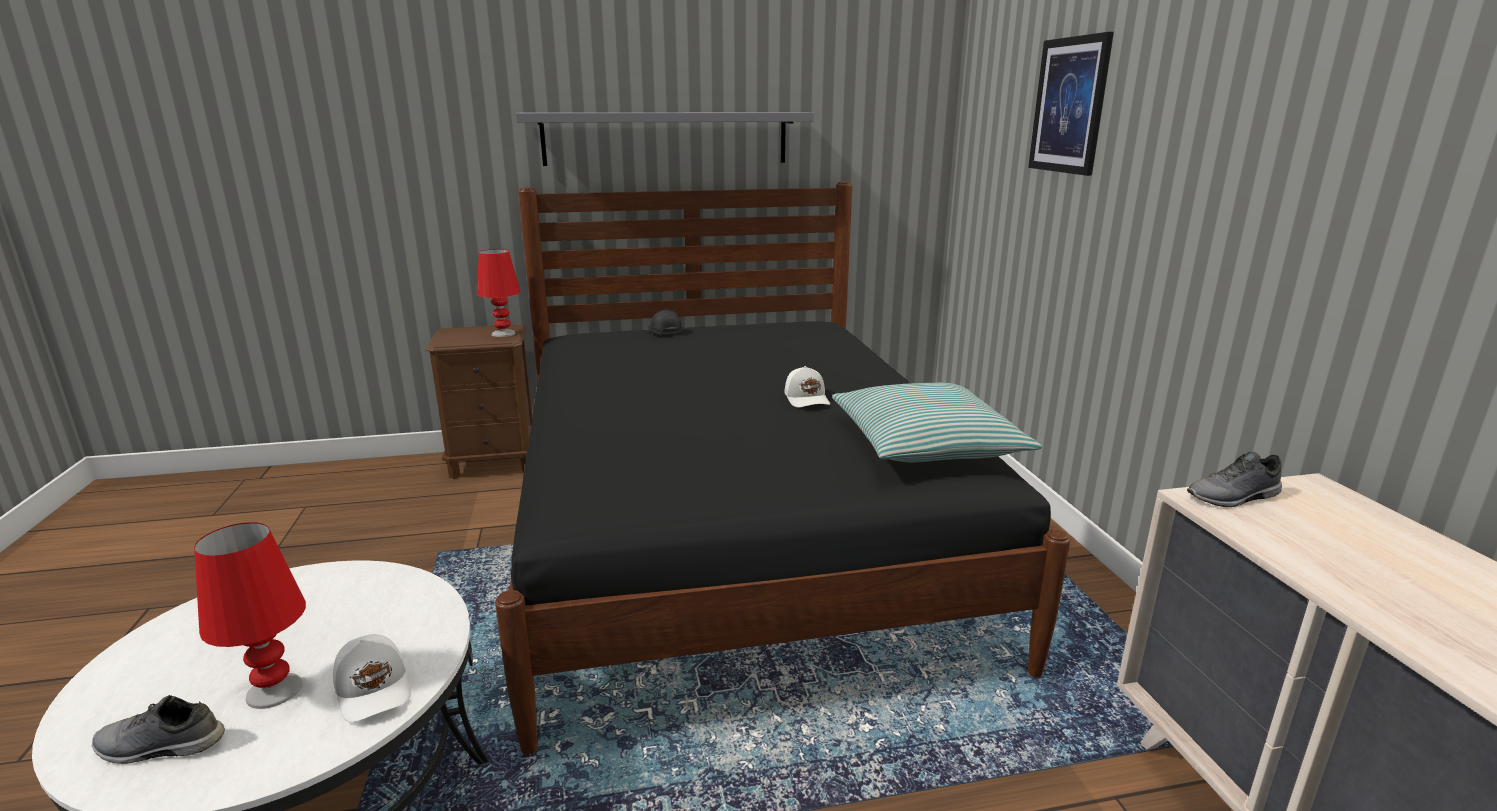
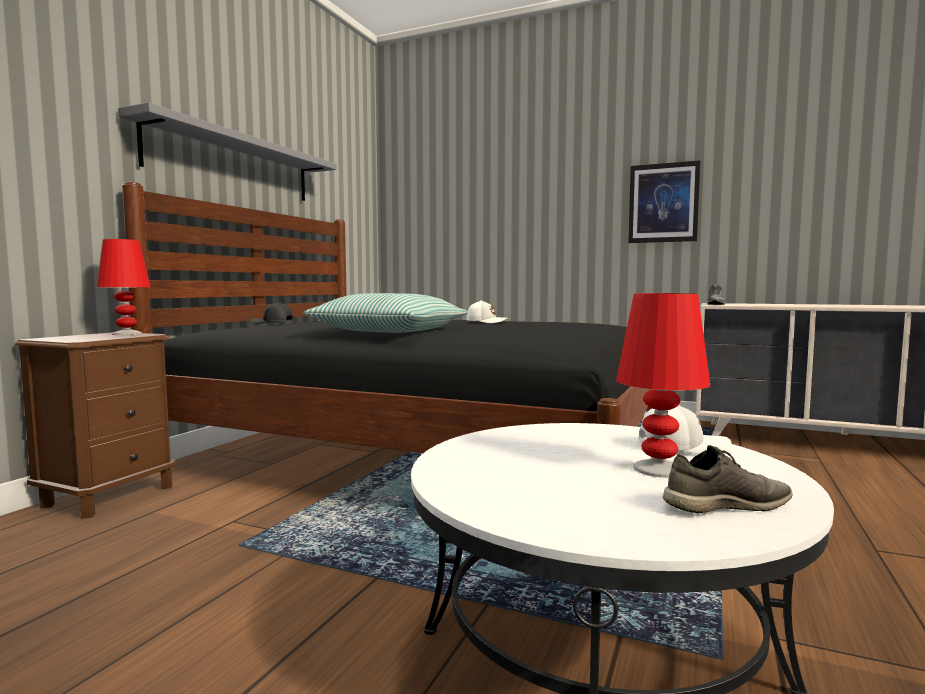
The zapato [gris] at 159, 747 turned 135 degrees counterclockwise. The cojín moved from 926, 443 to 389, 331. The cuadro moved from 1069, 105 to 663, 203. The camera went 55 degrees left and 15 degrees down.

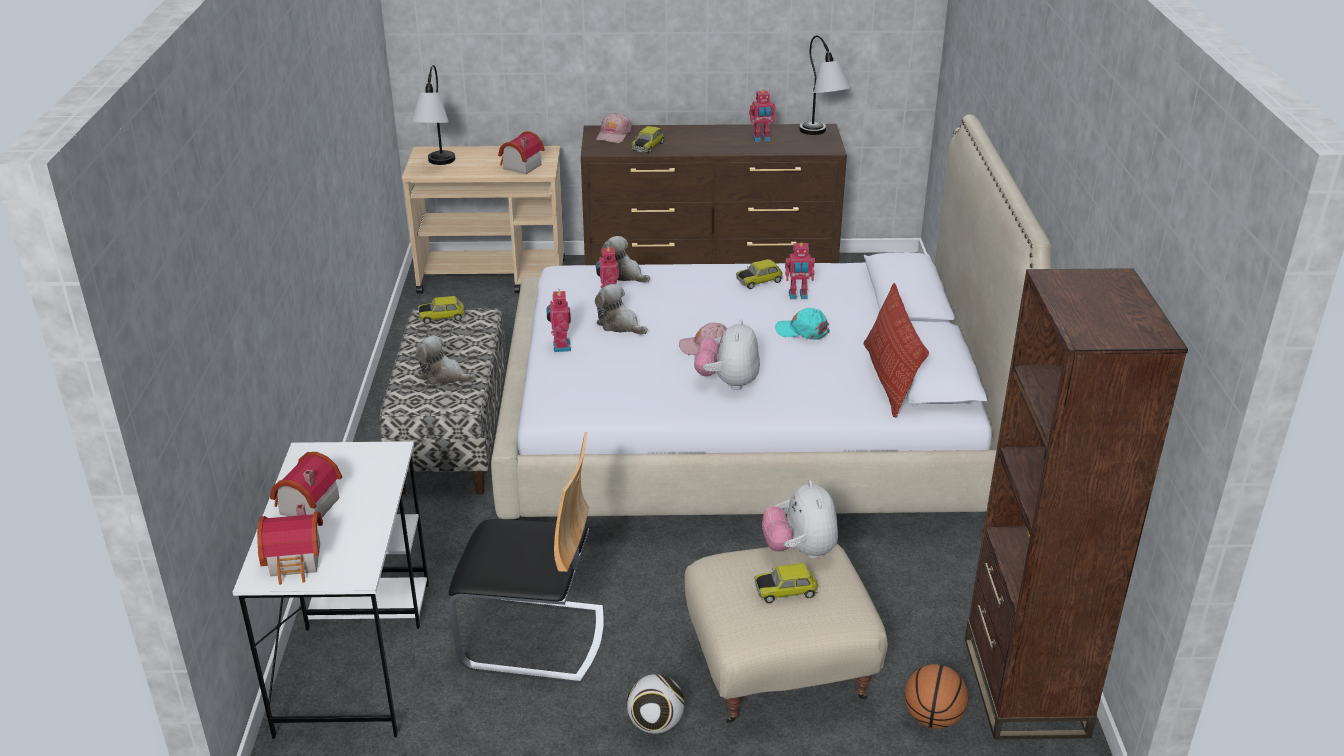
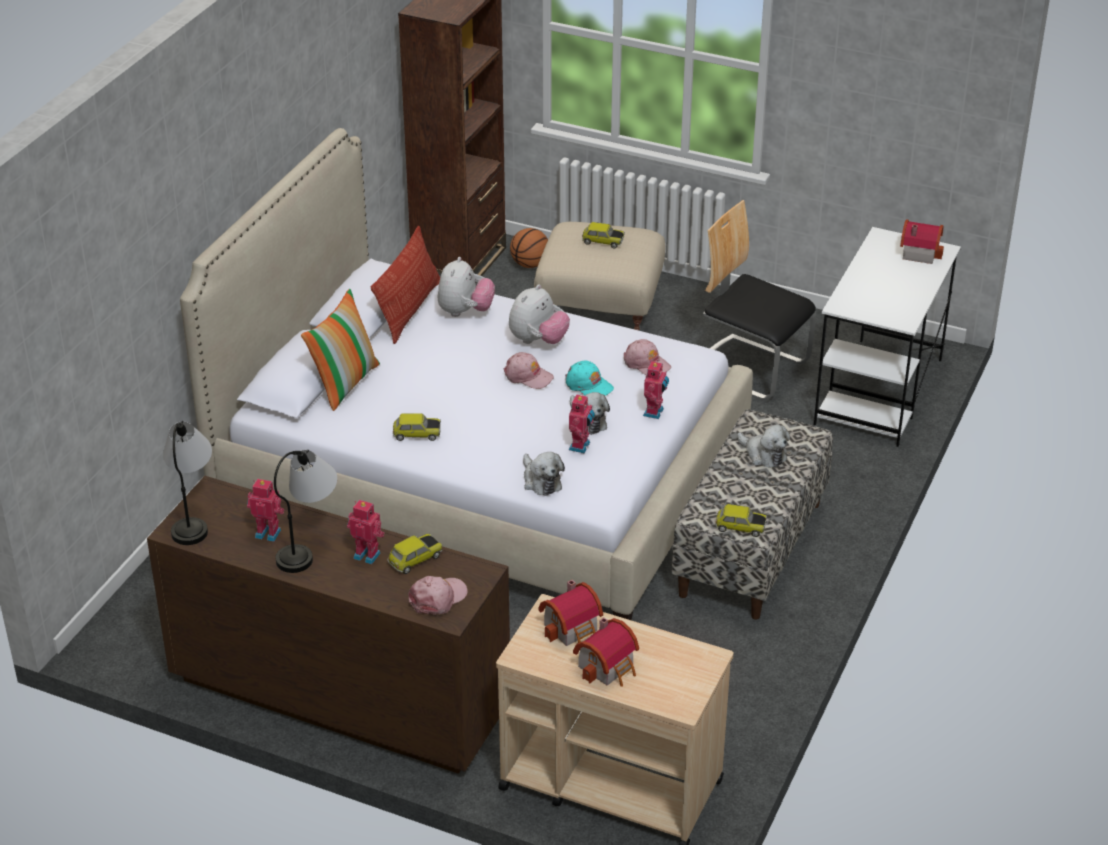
The casita moved from 305, 506 to 609, 667. The lámpara de mesa moved from 437, 167 to 309, 546. The balón de fútbol at 655, 723 disappeared. The peluche moved from 800, 551 to 465, 312. The gorra [turquesa] moved from 802, 330 to 588, 385. The robot de juguete moved from 798, 296 to 368, 554. The cojín at 344, 383 appeared. The gorra [rosa] at 646, 364 appeared. The camera went 155 degrees left and 5 degrees up.

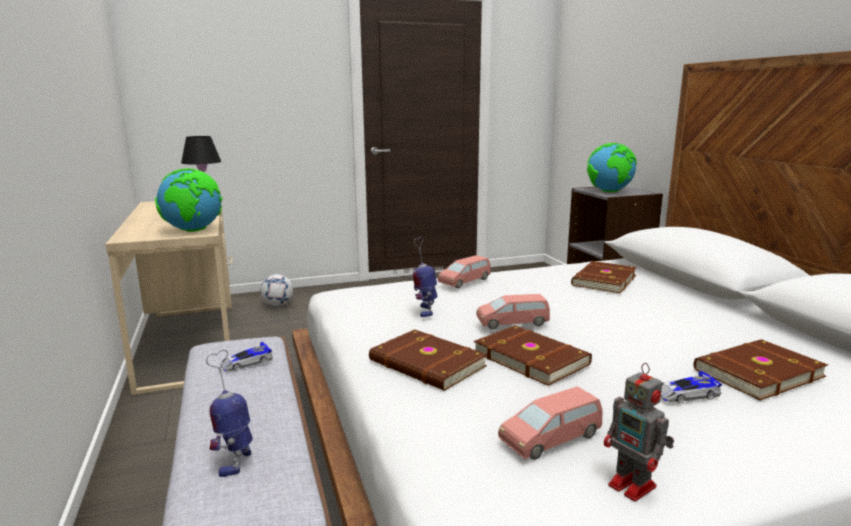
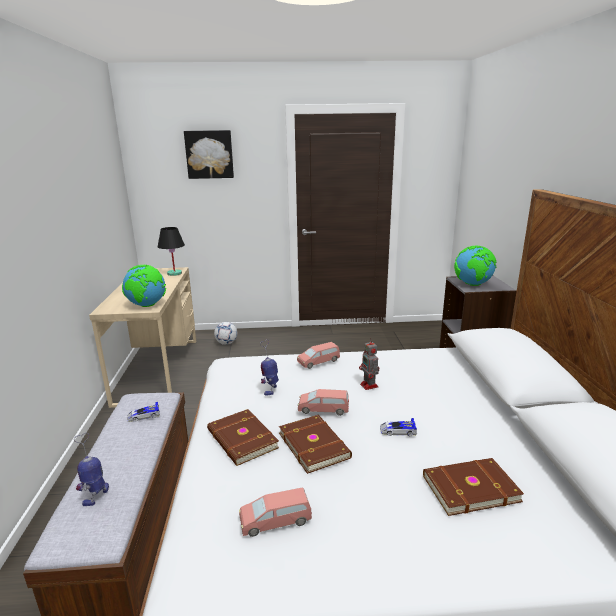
The libro [marrón] at 602, 280 disappeared. The robot de juguete moved from 634, 487 to 369, 386. The coche de juguete moved from 685, 394 to 397, 431. The cuadro at 209, 154 appeared. The camera went 15 degrees right and 5 degrees up.

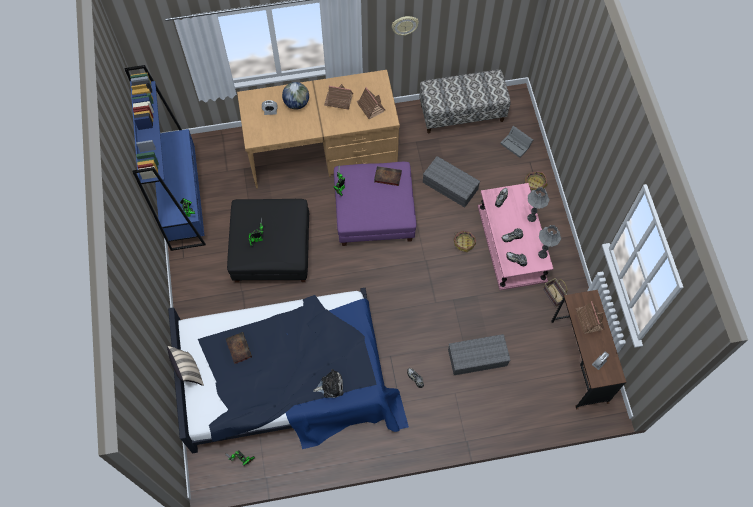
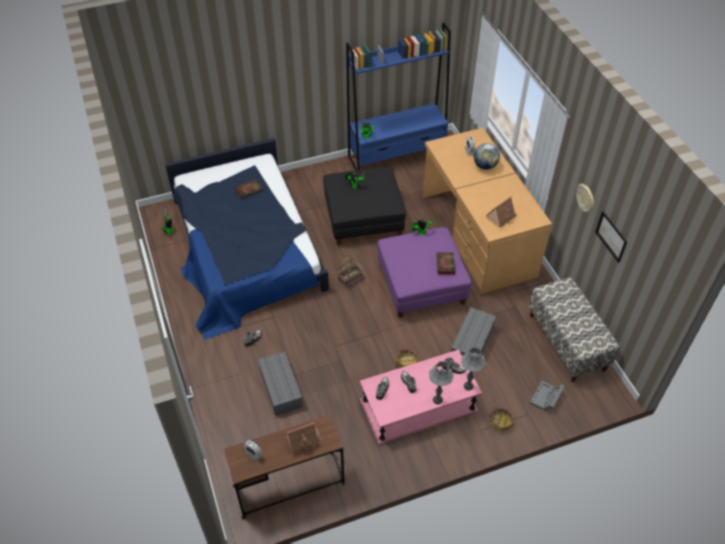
The cojín [beis] at 188, 372 disappeared. The peluche at 330, 386 disappeared. The casita at 338, 100 disappeared. The lámpara de mesa [gris] moved from 542, 254 to 468, 386. The cesta moved from 553, 295 to 350, 278. The cuadro at 611, 236 appeared. The camera went 80 degrees right and 15 degrees down.

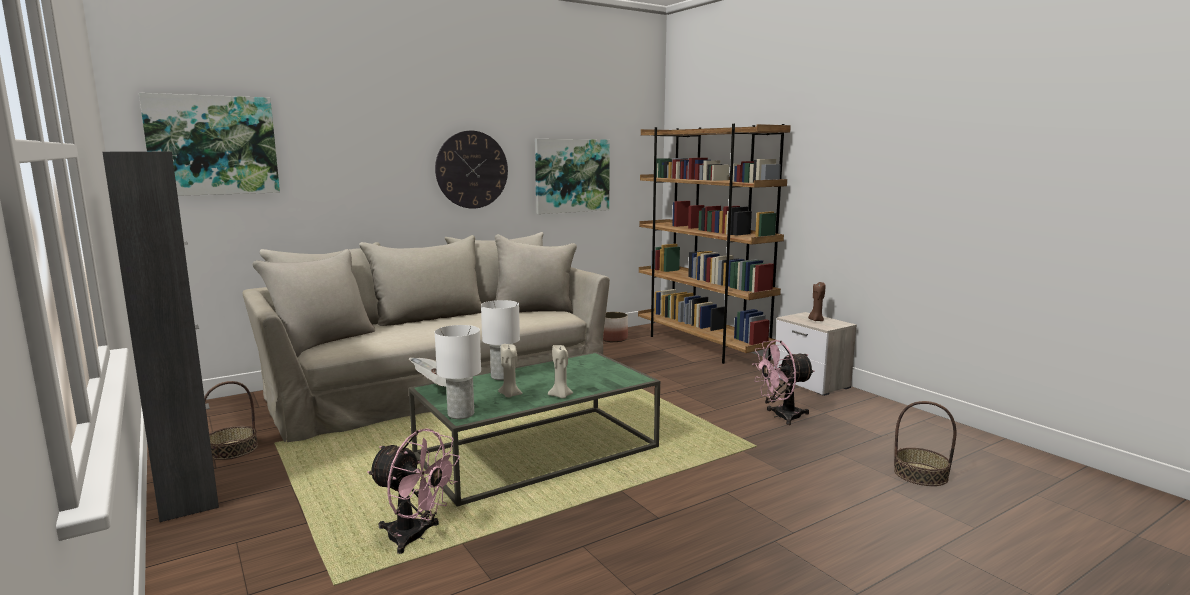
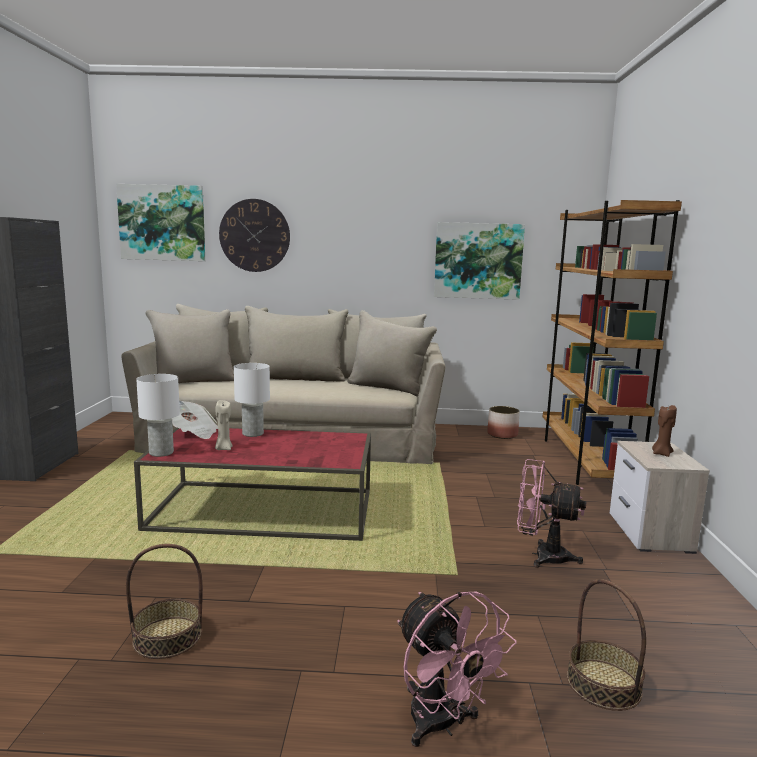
The cesta moved from 232, 450 to 167, 637. The ventilador [rosa] moved from 415, 537 to 442, 725. The mesa de centro [verde] at 537, 451 became the mesa de centro [rojo] at 263, 510. The reloj de pared moved from 472, 169 to 254, 235. The vela [beis] at 560, 396 disappeared. The camera went 35 degrees right and 0 degrees up.

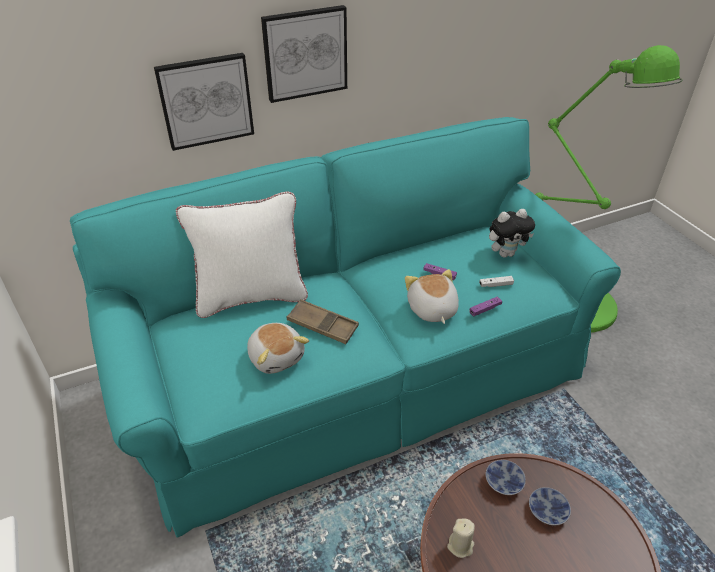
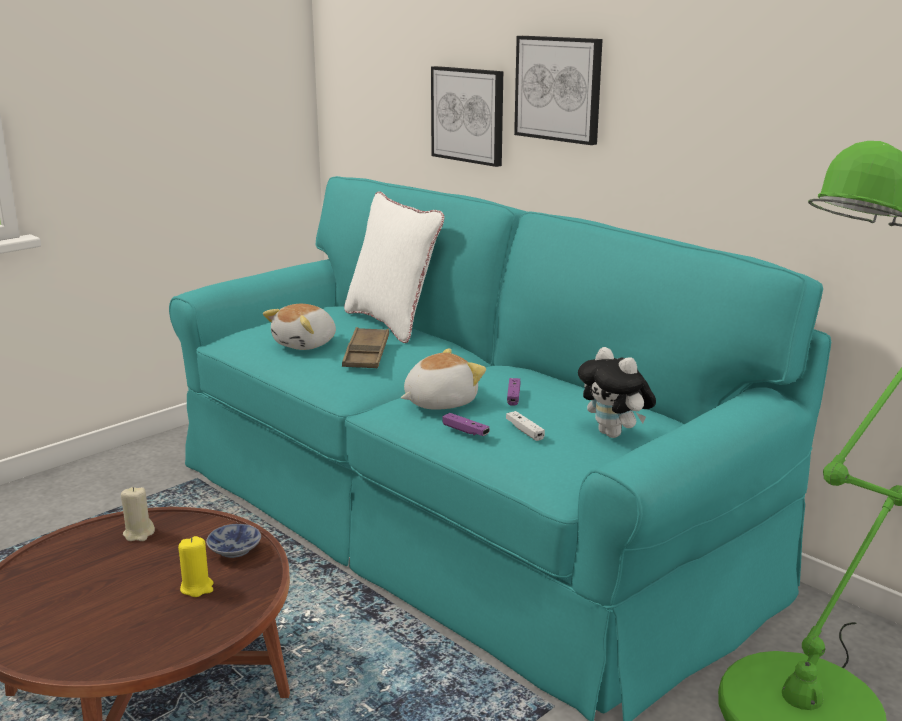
The cuenco at 547, 512 was replaced by the vela [amarillo] at 197, 587. The camera went 70 degrees right and 20 degrees down.

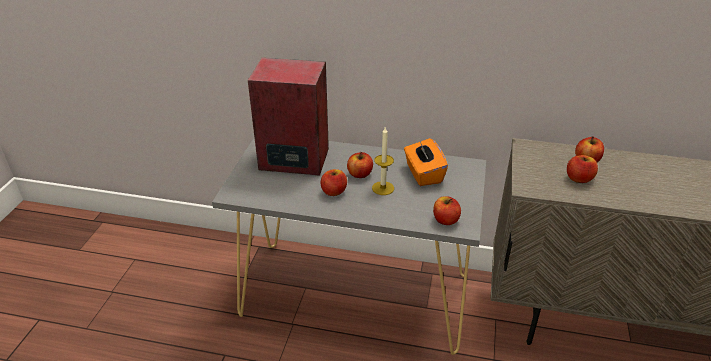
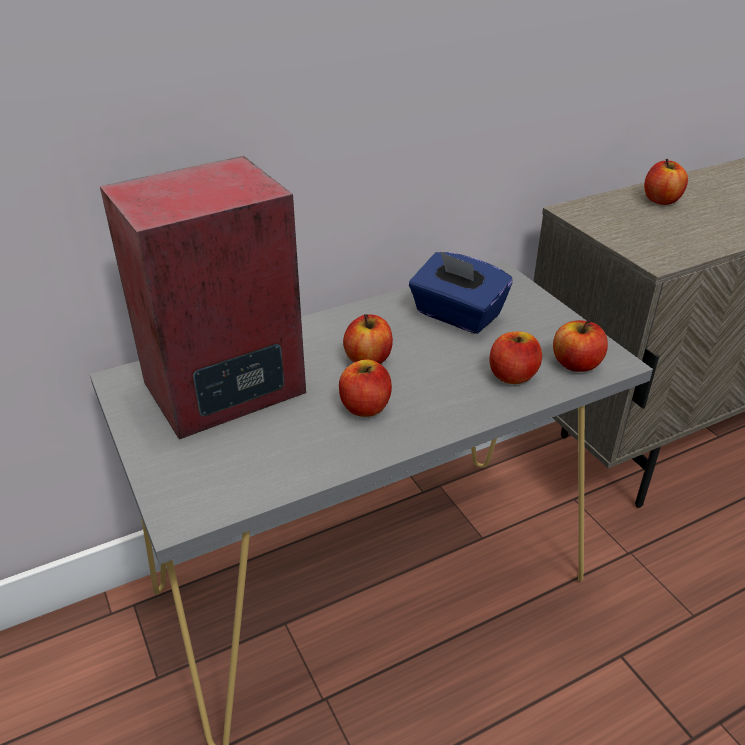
The vela at 383, 188 disappeared. The caja de pañuelos [naranja] at 423, 174 became the caja de pañuelos [azul] at 457, 315. The manzana moved from 579, 178 to 512, 375. The camera went 40 degrees left and 0 degrees up.

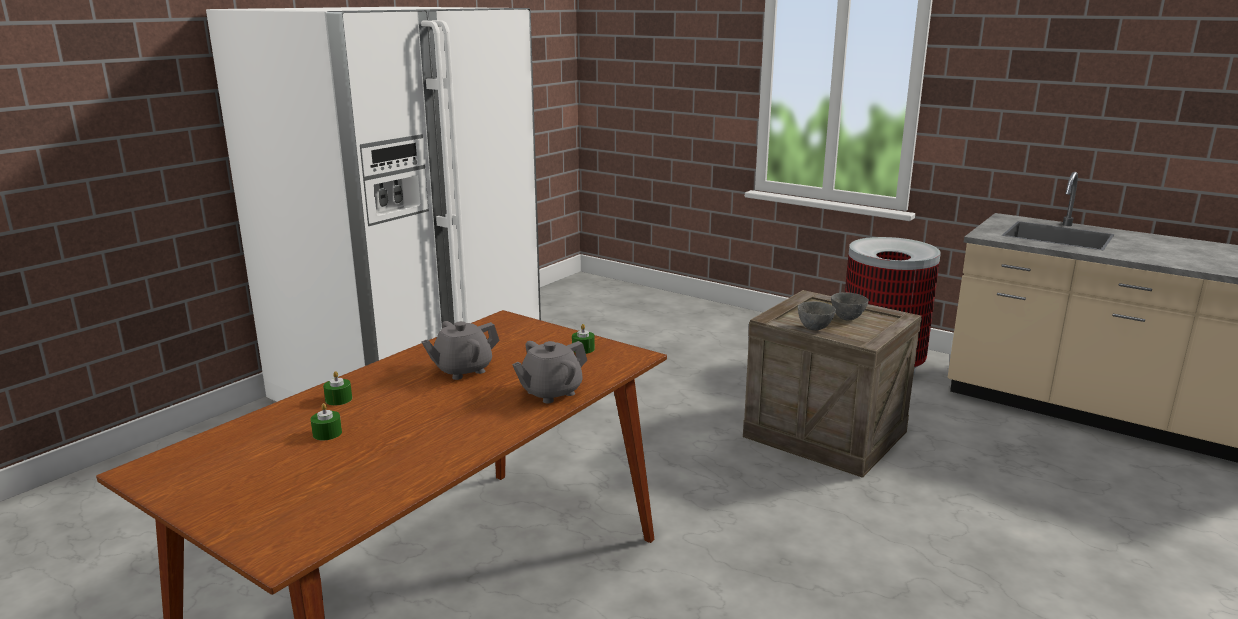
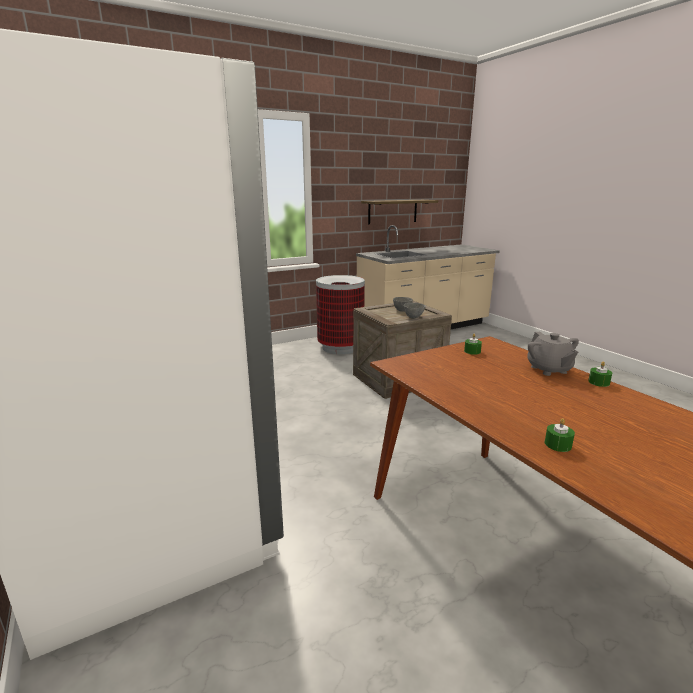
The vela [verde] moved from 327, 433 to 598, 382. The tetera [gris] at 462, 370 disappeared. The estante at 392, 211 appeared. The camera went 65 degrees left and 0 degrees up.

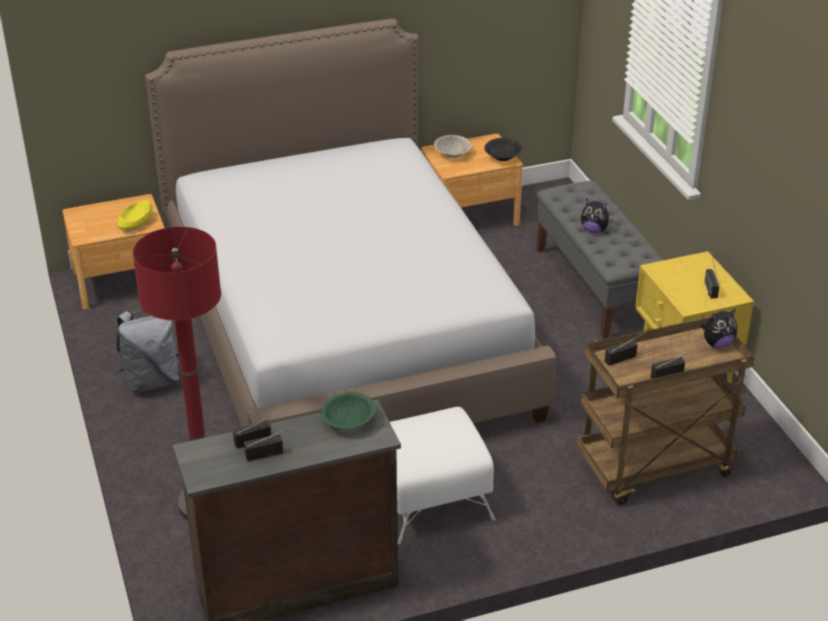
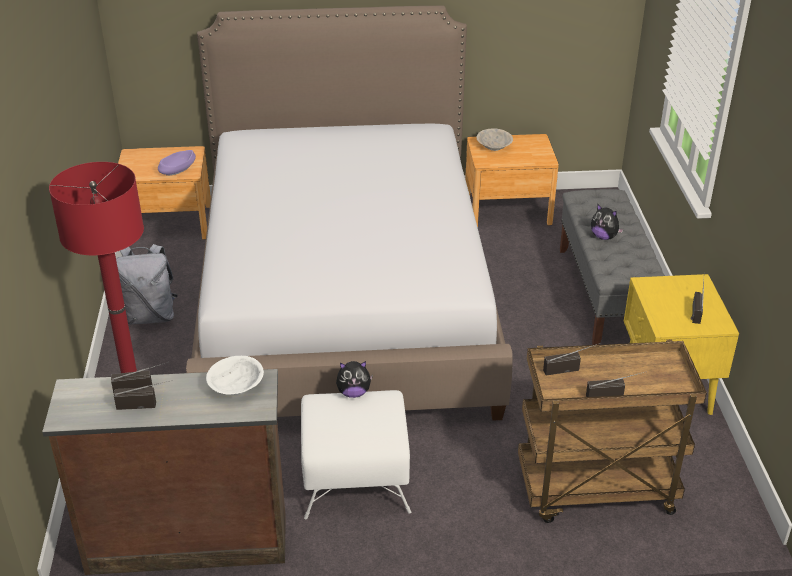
The cuenco [amarillo] at 136, 223 became the cuenco [morado] at 178, 169. The cuenco [verde] at 349, 421 became the cuenco [blanco] at 236, 387. The cuenco [negro] at 503, 157 disappeared. The peluche moved from 717, 343 to 353, 393. The camera went 15 degrees right and 0 degrees up.

